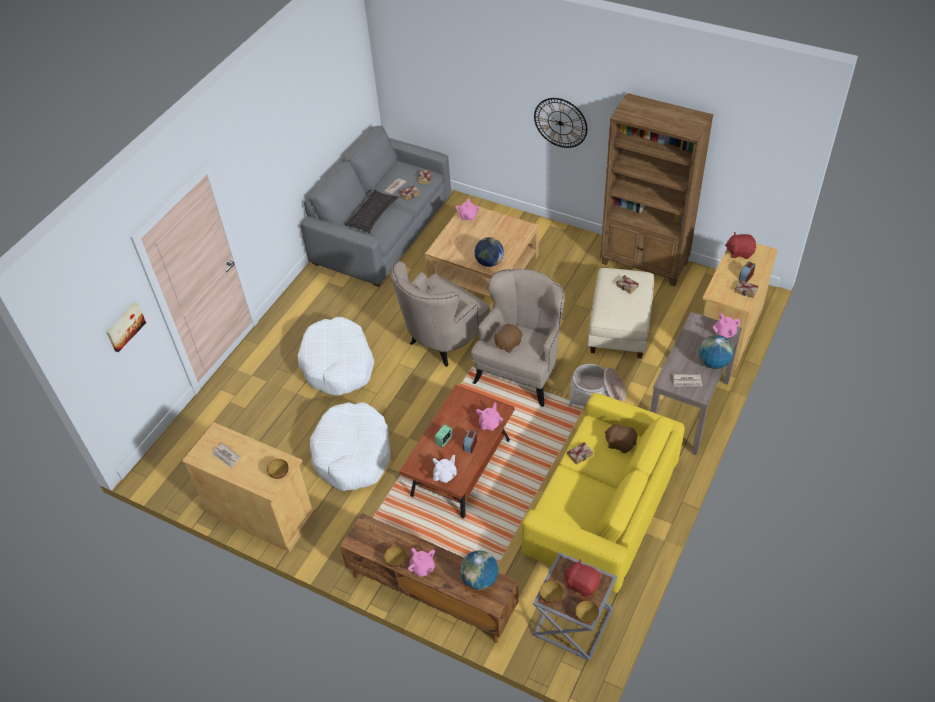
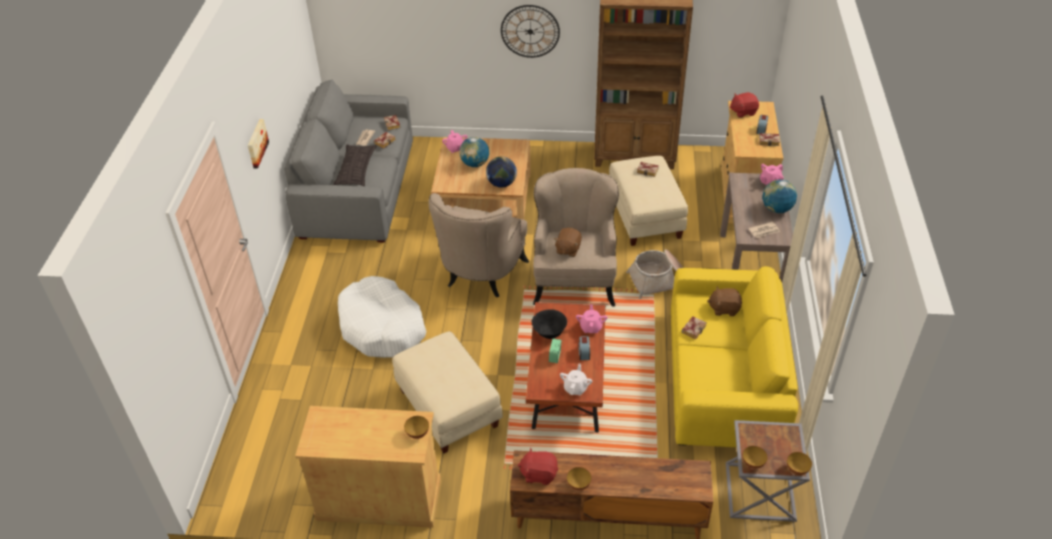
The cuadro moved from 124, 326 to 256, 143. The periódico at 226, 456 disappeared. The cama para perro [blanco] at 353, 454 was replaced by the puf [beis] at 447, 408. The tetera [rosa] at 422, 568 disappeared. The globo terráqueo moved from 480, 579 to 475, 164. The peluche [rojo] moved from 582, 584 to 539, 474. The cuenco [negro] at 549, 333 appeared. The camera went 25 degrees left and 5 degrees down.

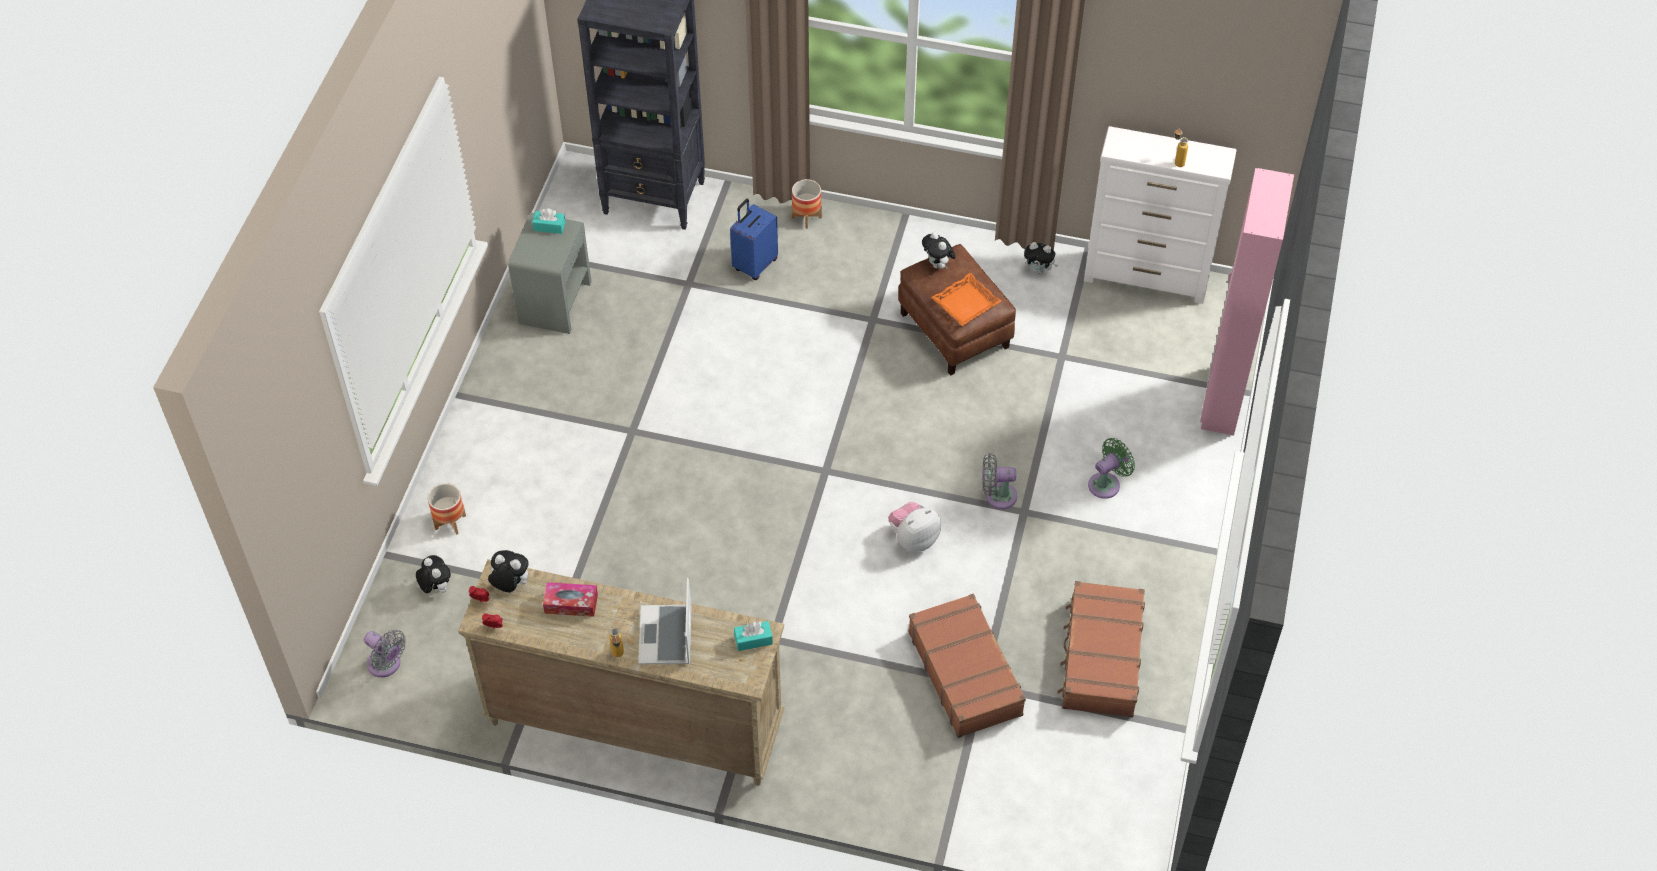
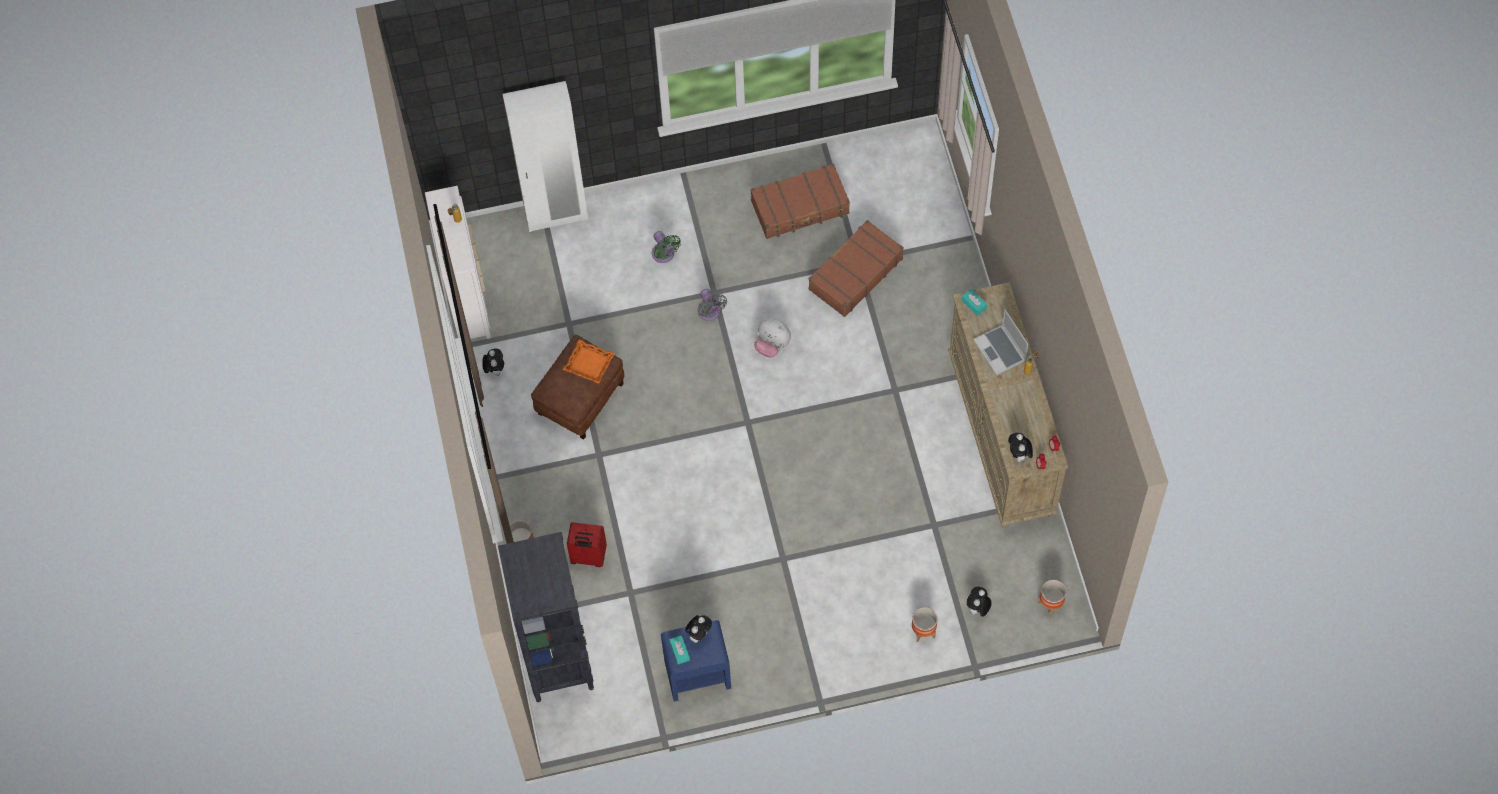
The ventilador [gris] at 386, 665 was replaced by the maceta at 1050, 604. The mesita de noche [gris] at 555, 302 became the mesita de noche [azul] at 697, 674. The caja de pañuelos at 571, 604 disappeared. The portátil at 667, 637 turned 90 degrees clockwise. The maleta [azul] at 754, 264 became the maleta [rojo] at 588, 557. The peluche moved from 938, 265 to 699, 634. The ventilador [verde] at 1107, 483 turned 150 degrees counterclockwise. The armario ropero [rosa] at 1221, 400 became the armario ropero [blanco] at 556, 216. The camera went 115 degrees left and 10 degrees up.

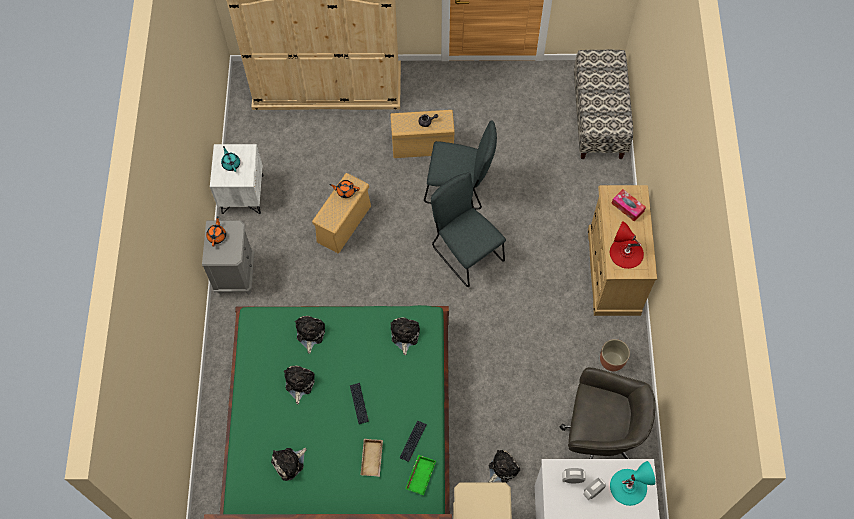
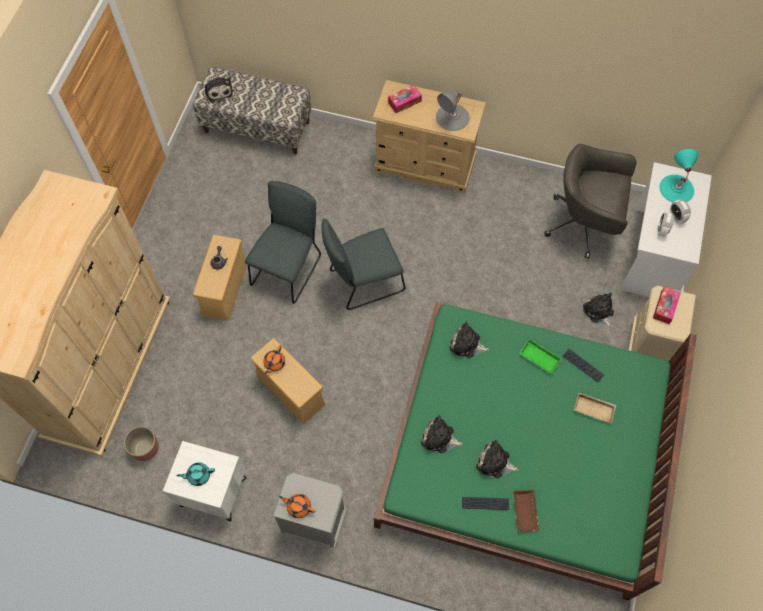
The peluche moved from 289, 463 to 218, 91. The teclado moved from 359, 403 to 485, 503. The bandeja [verde] moved from 420, 475 to 538, 358. The silla de oficina [gris] at 599, 436 turned 105 degrees counterclockwise. The maceta moved from 612, 360 to 145, 448. The lámpara de mesa [rojo] at 626, 253 became the lámpara de mesa [gris] at 452, 117. The bandeja [marrón] at 526, 512 appeared. The caja de pañuelos at 665, 307 appeared. The camera went 75 degrees left and 0 degrees up.

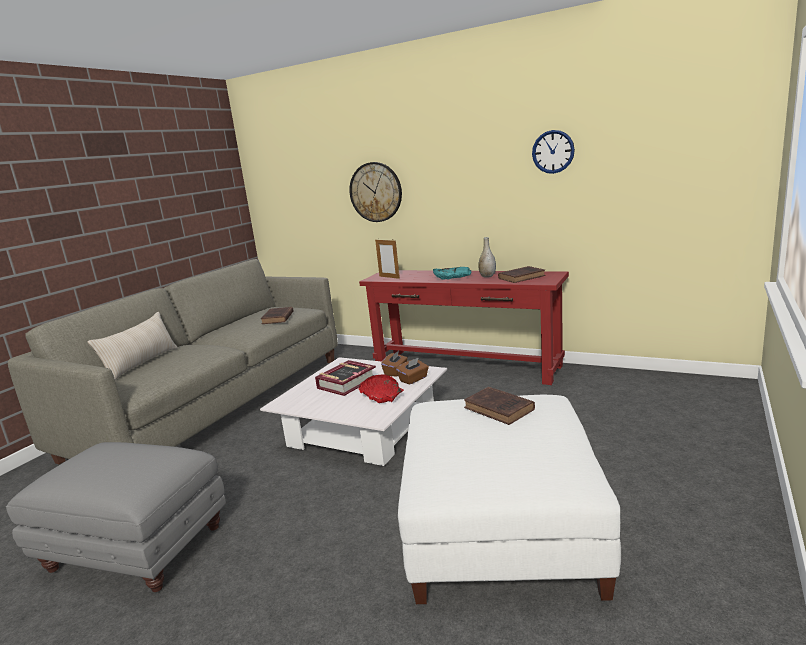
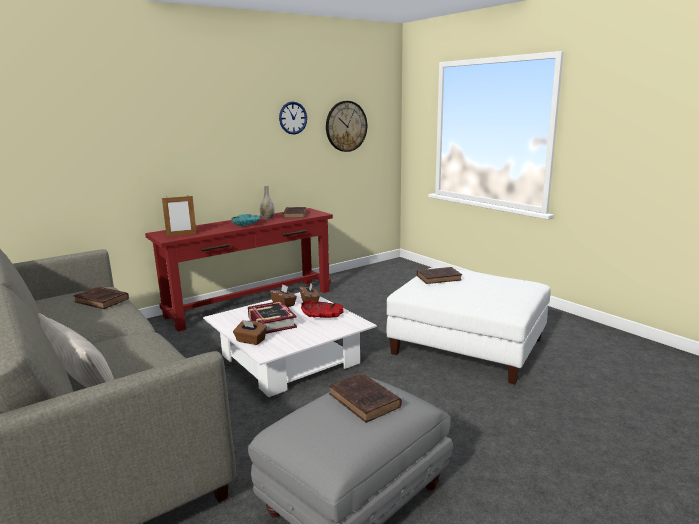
The reloj de pared moved from 375, 192 to 346, 126. The caja de pañuelos [marrón] at 250, 341 appeared. The libro [marrón] at 365, 401 appeared. The camera went 65 degrees left and 0 degrees up.

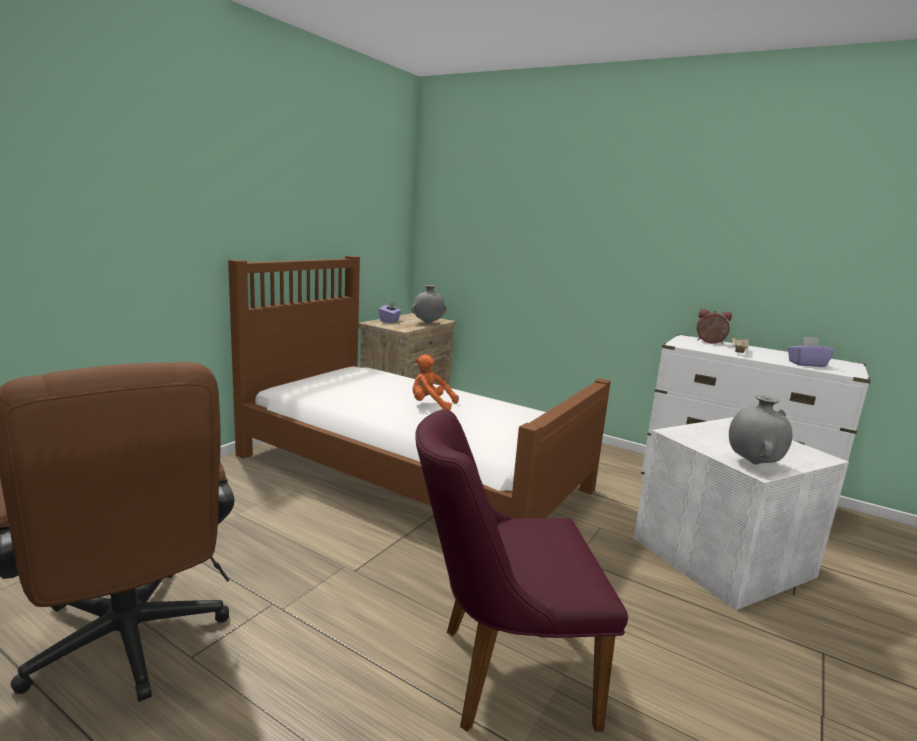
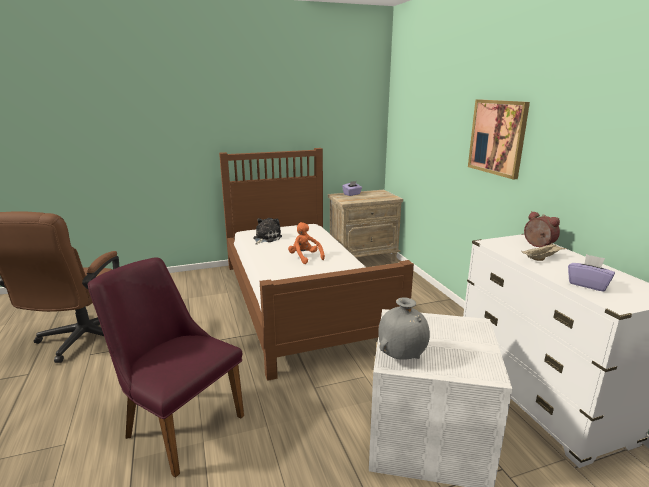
The florero [gris] at 427, 323 disappeared. The peluche at 266, 238 appeared. The cuadro at 497, 137 appeared. The camera went 40 degrees right and 5 degrees up.

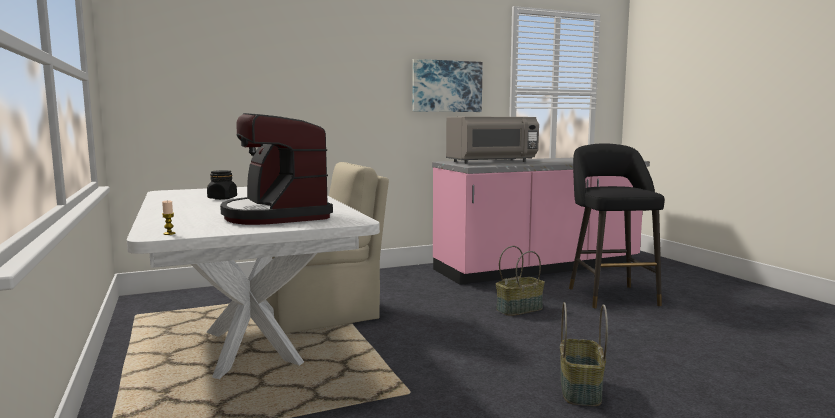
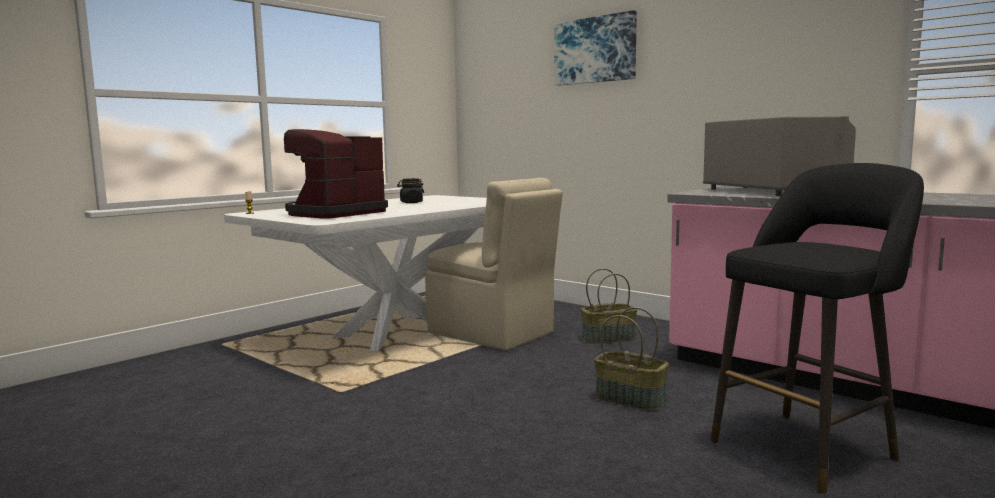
The cuadro moved from 446, 86 to 595, 50. The microondas [gris] at 491, 162 turned 150 degrees counterclockwise. The cesta moved from 579, 389 to 608, 338. The camera went 65 degrees right and 0 degrees up.

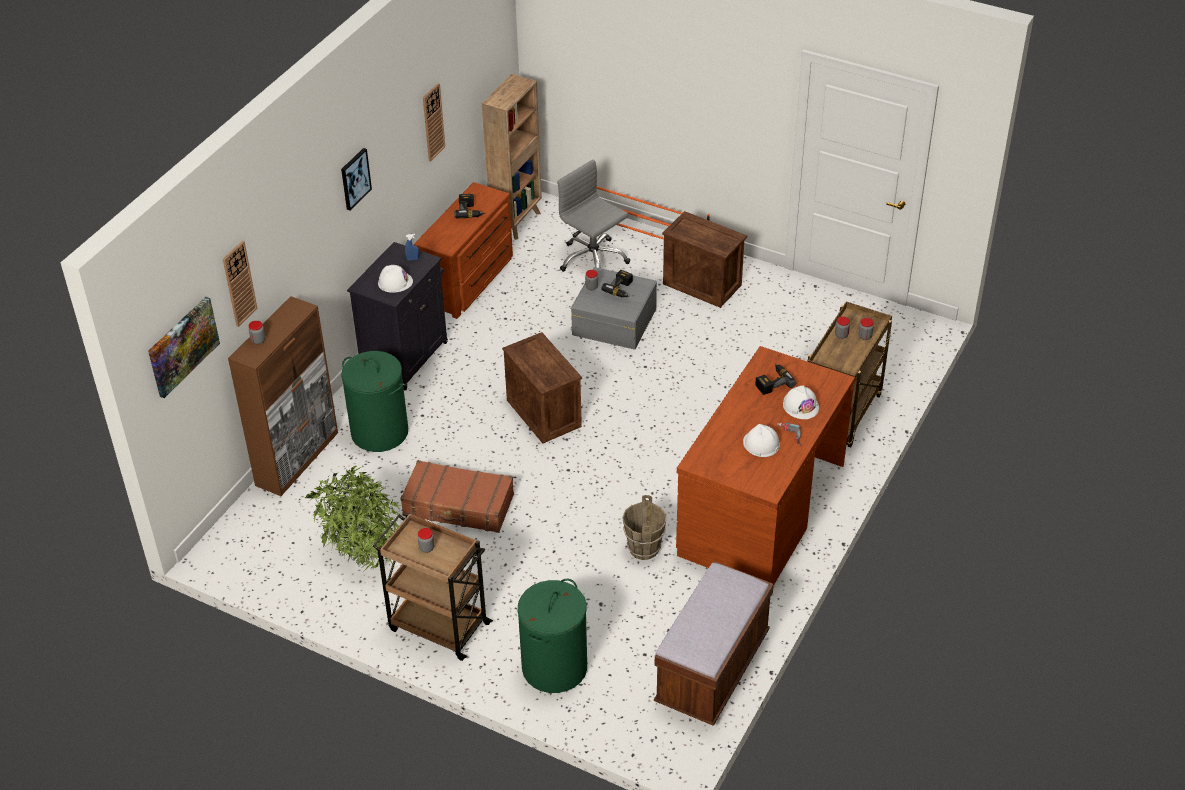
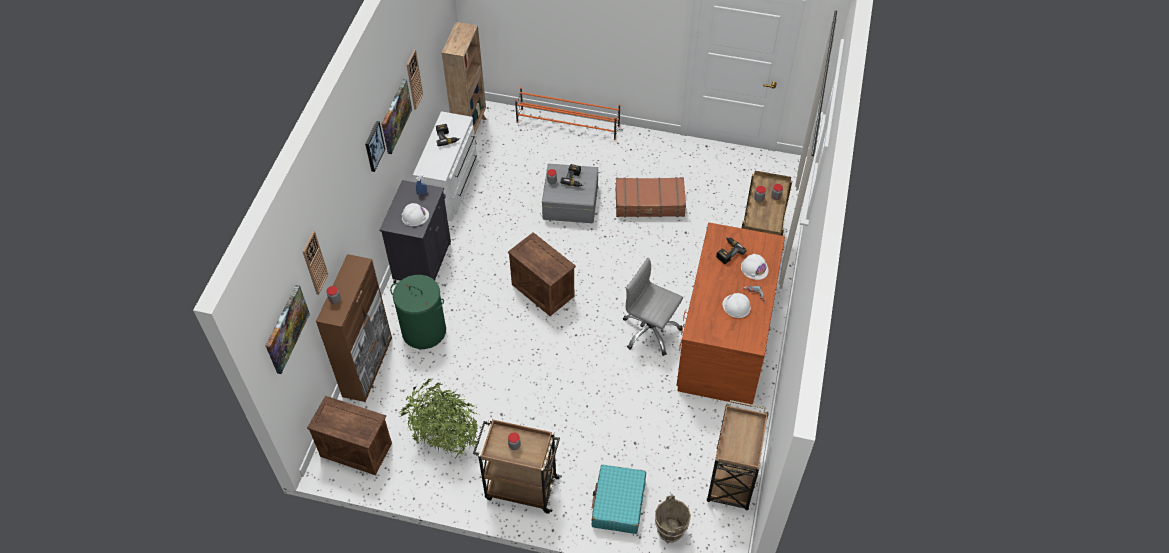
The maleta [marrón] moved from 458, 506 to 650, 203. The cómoda [marrón] at 470, 281 became the cómoda [blanco] at 451, 187. The cesto de la ropa [verde] at 554, 667 was replaced by the maleta [turquesa] at 618, 504. The silla de oficina [gris] moved from 593, 260 to 650, 331. The cubo [marrón] moved from 643, 549 to 670, 531. The banco [marrón] at 712, 670 was replaced by the carrito [marrón] at 731, 480. The caja de embalaje moved from 701, 285 to 355, 450. The cuadro at 395, 116 appeared. The camera went 15 degrees left and 10 degrees up.

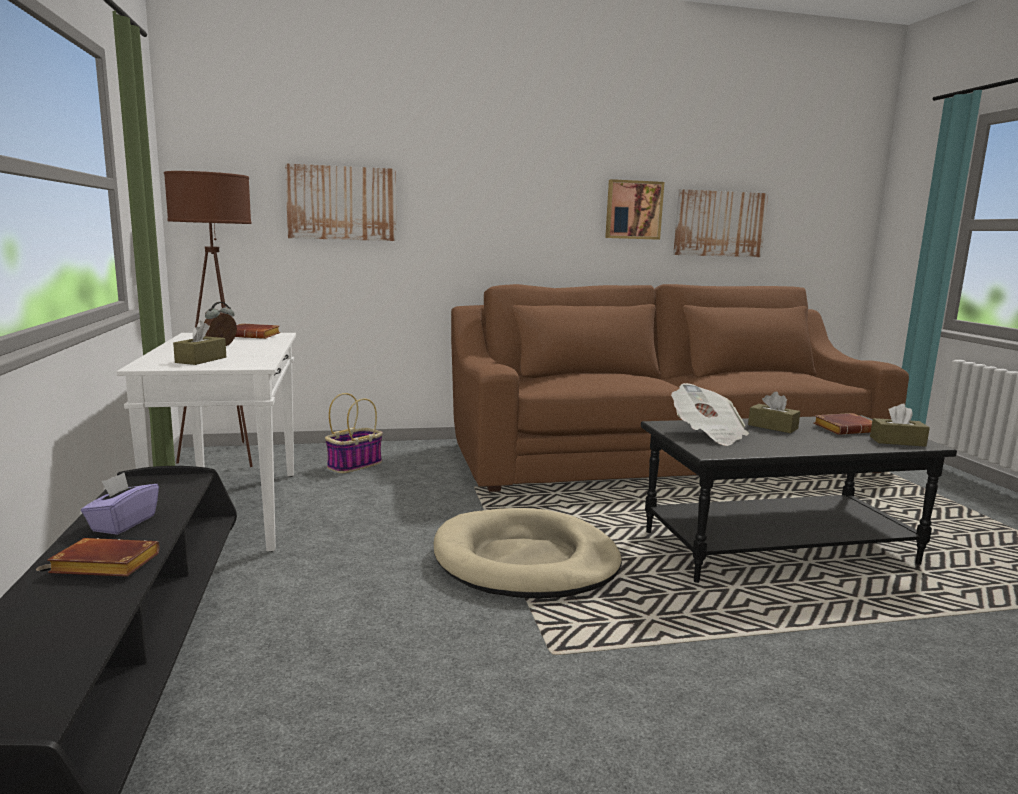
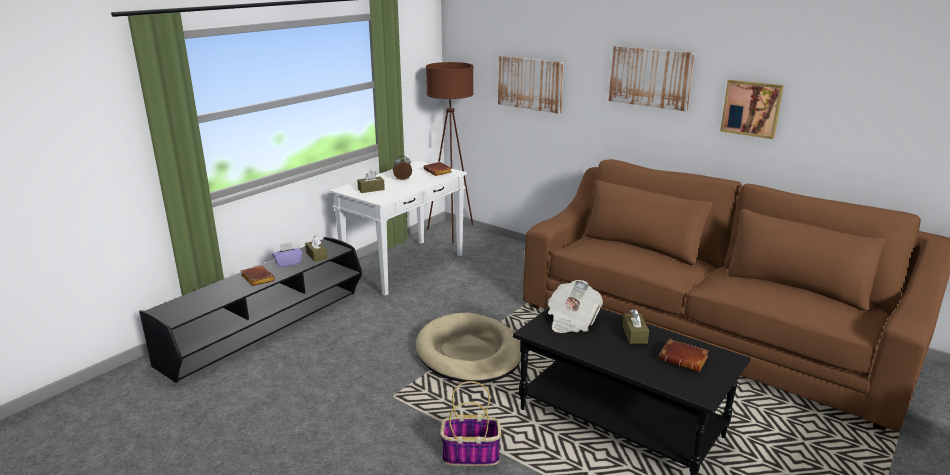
The cesta moved from 355, 465 to 471, 454. The cuadro moved from 719, 224 to 650, 77. The caja de pañuelos [marrón] moved from 897, 441 to 316, 255. The camera went 50 degrees right and 10 degrees up.

